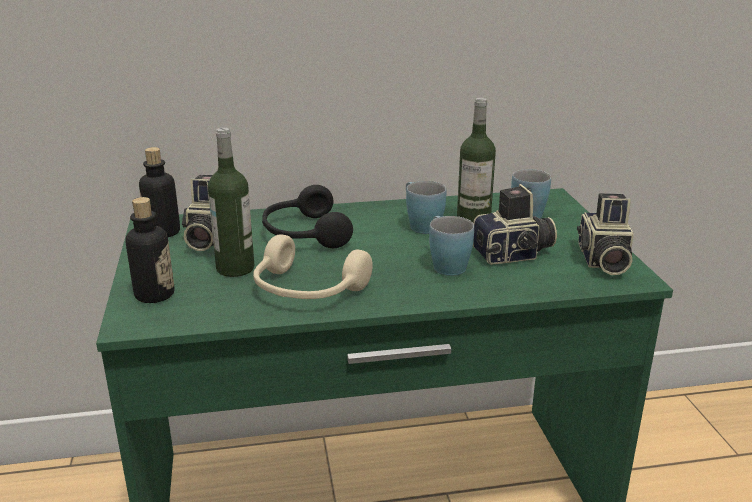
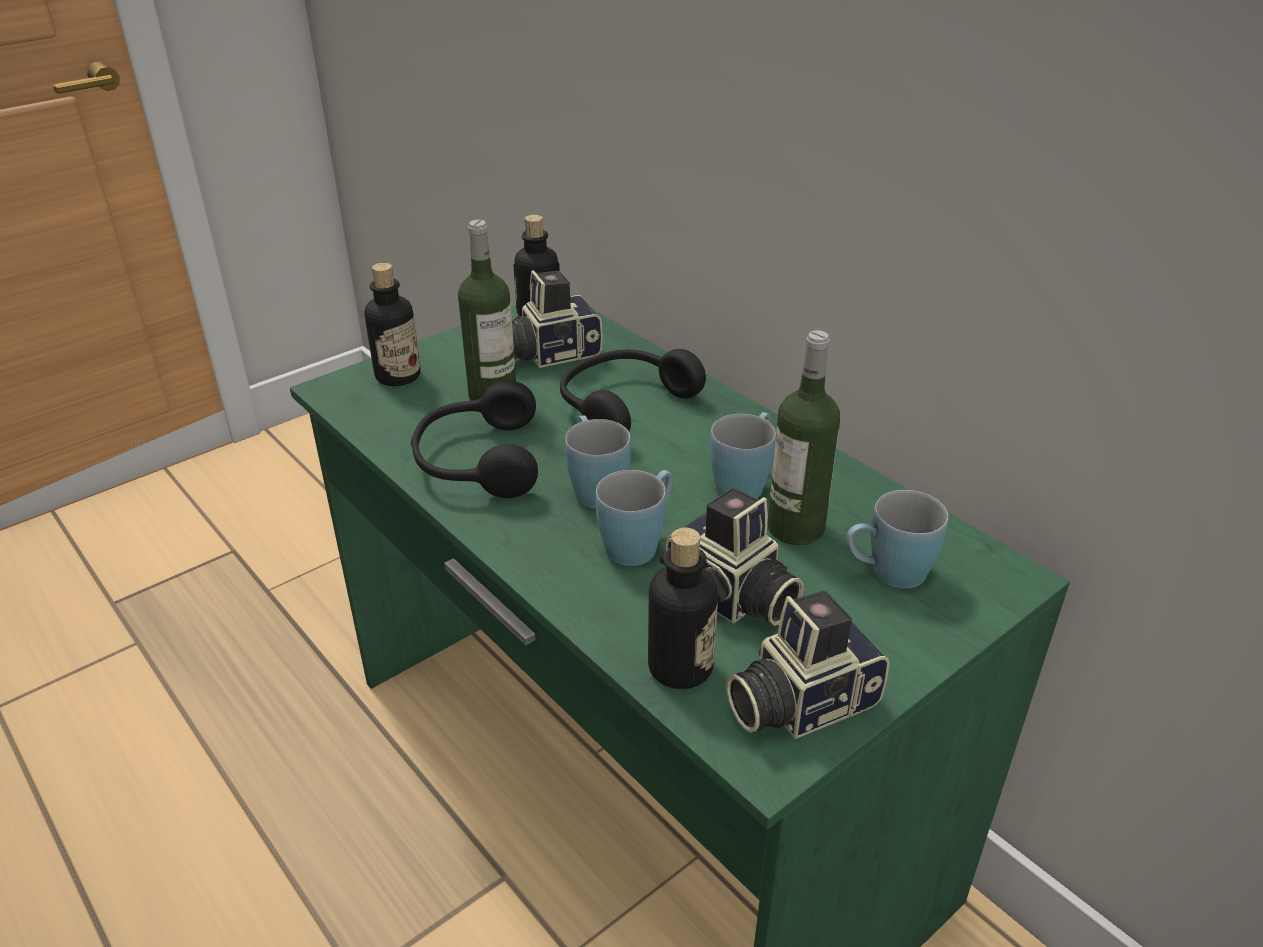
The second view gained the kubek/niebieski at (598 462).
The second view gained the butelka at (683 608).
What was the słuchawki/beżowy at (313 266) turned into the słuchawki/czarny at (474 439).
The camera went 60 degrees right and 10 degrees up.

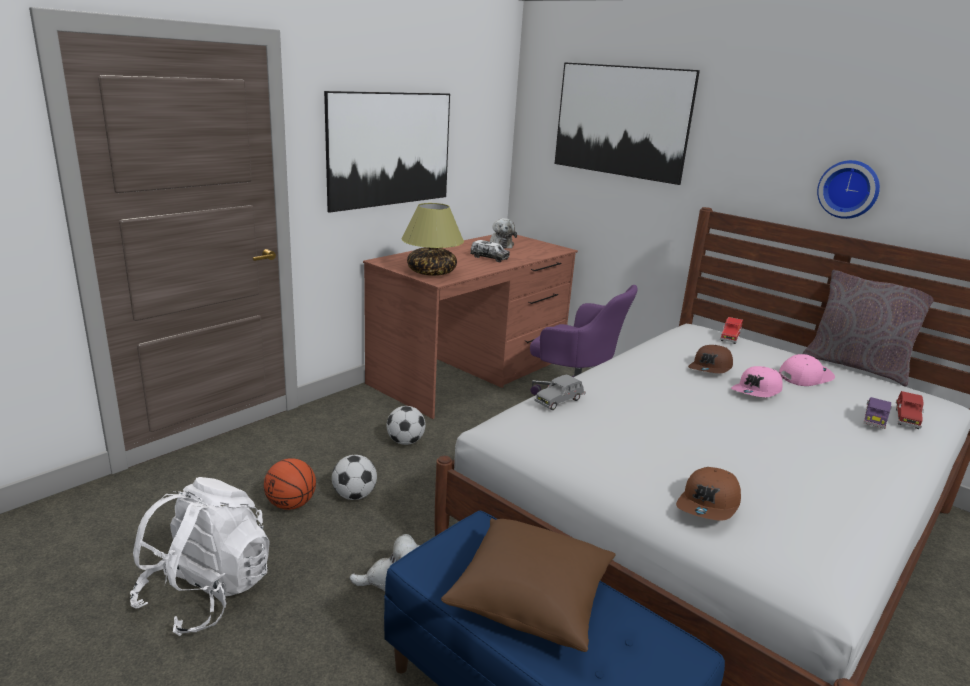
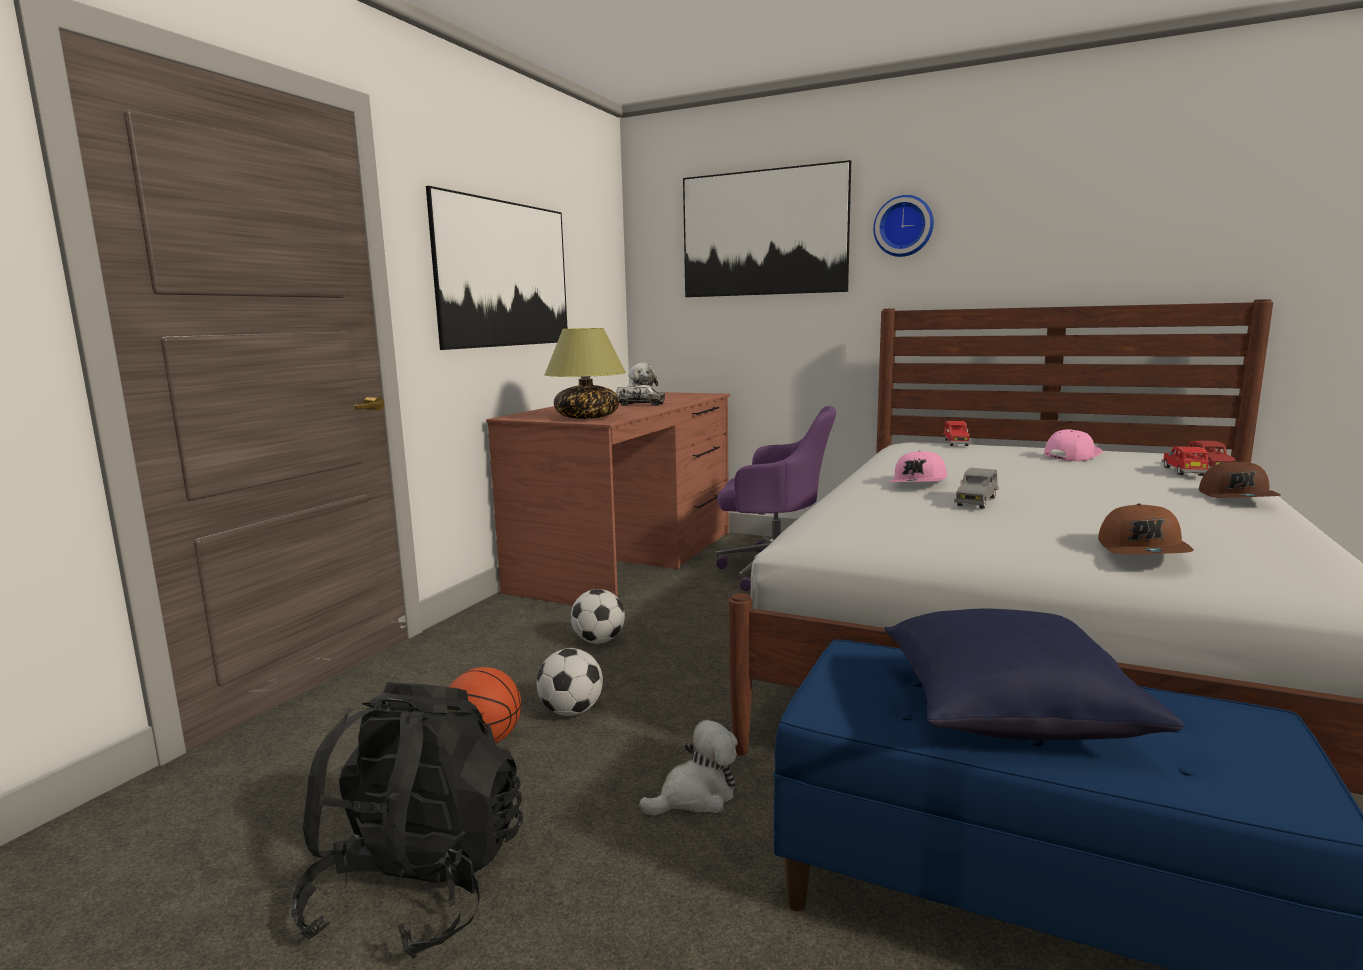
The second view lost the poduszka/szary at (868 328).
The samochodzik/szary ended up elsewhere, having gone from (560 392) to (976 488).
The czapka z daszkiem/brązowy ended up elsewhere, having gone from (710 359) to (1240 479).
The czapka z daszkiem/różowy ended up elsewhere, having gone from (757 381) to (918 466).
The zegar ścienny ended up elsewhere, having gone from (848 189) to (903 226).
What was the plecak/biały at (200 556) turned into the plecak/czarny at (407 820).
What was the poduszka/brązowy at (528 585) turned into the poduszka/niebieski at (1034 674).
What was the samochodzik/fioletowy at (878 413) turned into the samochodzik/czerwony at (1185 461).
The camera went 15 degrees left and 10 degrees down.

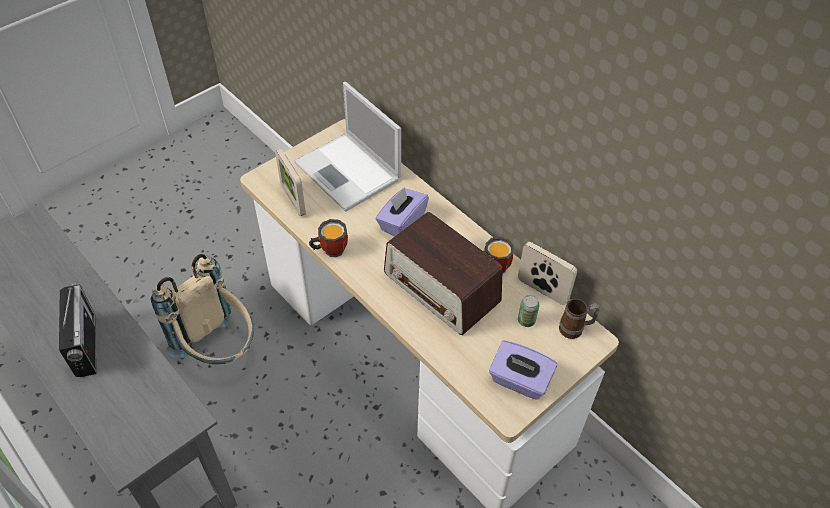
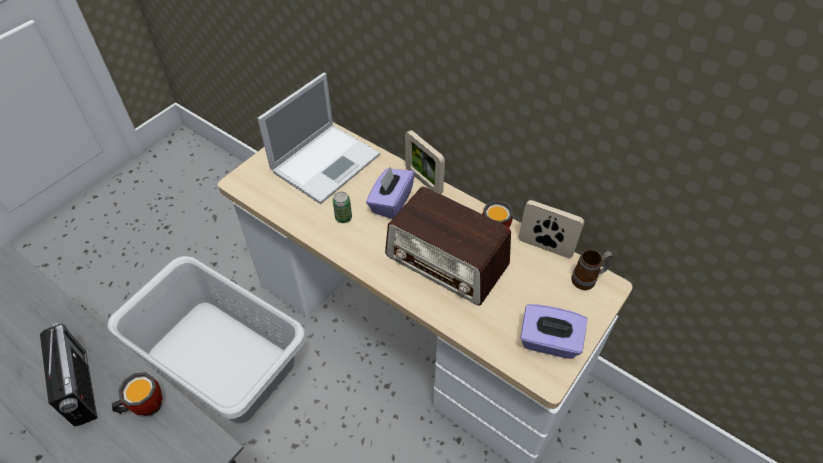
The ramka na zdjęcie ended up elsewhere, having gone from (290 182) to (425 162).
The kubek ended up elsewhere, having gone from (328 238) to (137 394).
The puszka ended up elsewhere, having gone from (529 311) to (342 207).
Where the plecak/beżowy stood at (202 309), the kosz na pranie/szary came to stand at (207 340).
The laptop at (347 147) ended up facing another way, 90 degrees counterclockwise from before.
The camera went 10 degrees left and 0 degrees up.

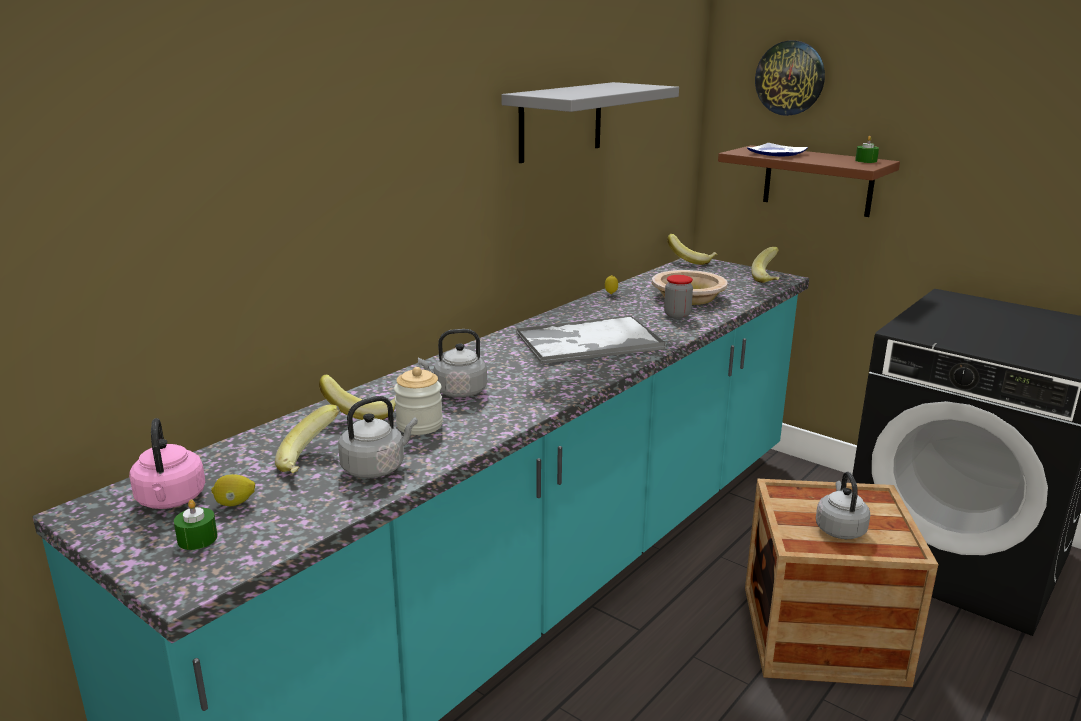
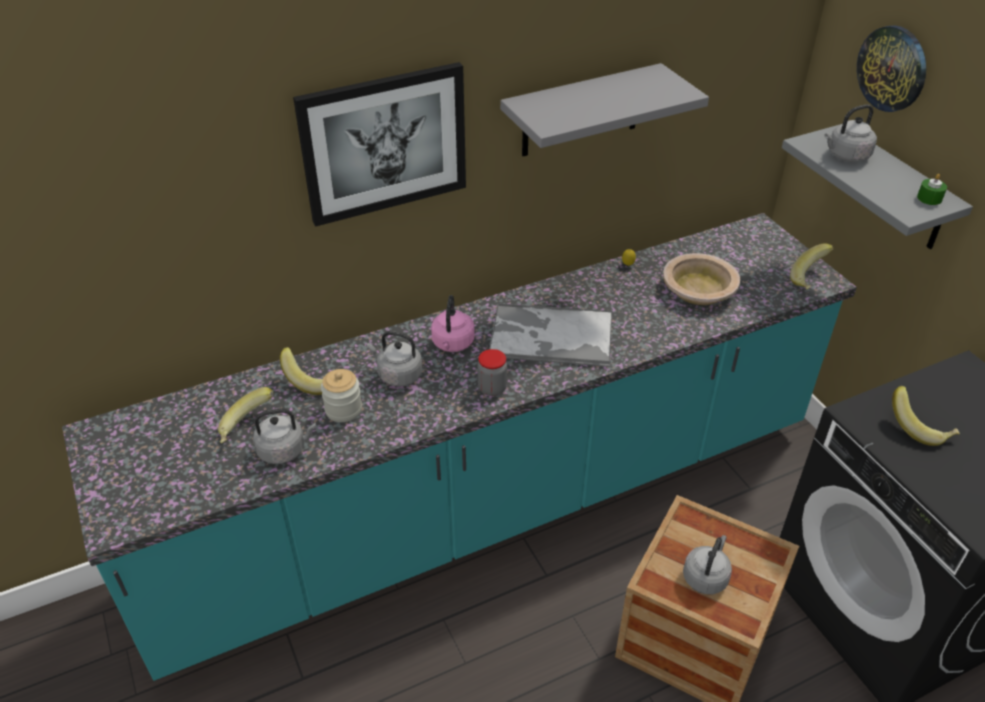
The second view lost the świeca/zielony at (196 524).
The second view lost the cytryna at (233 490).
The second view gained the obraz at (379 144).
The czajnik/różowy ended up elsewhere, having gone from (167 463) to (453 323).
The słoik ended up elsewhere, having gone from (678 297) to (492 372).
The banan ended up elsewhere, having gone from (692 249) to (926 416).
Where the talerz stood at (777 150), the czajnik/szary came to stand at (850 133).
What was the półka/brązowy at (809 181) turned into the półka/szary at (877 186).
The camera went 25 degrees right and 20 degrees up.

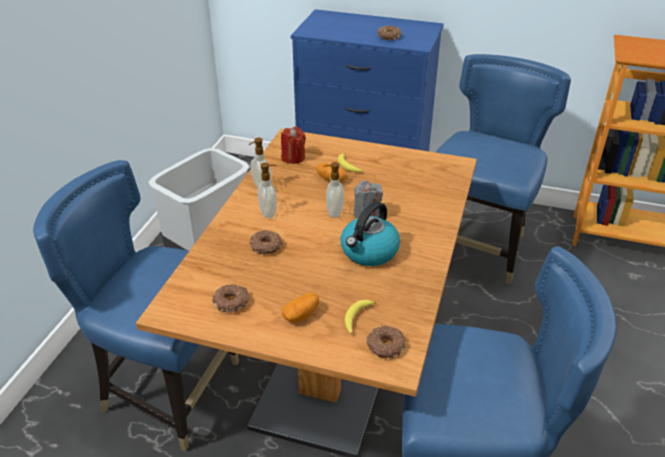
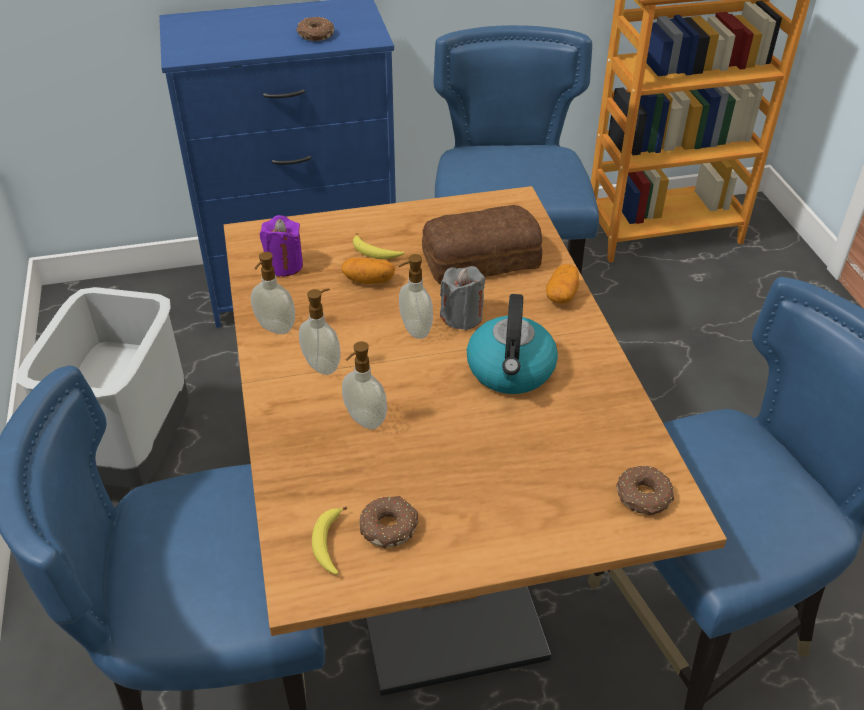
The second view gained the chleb at (482 244).
The ziemniak ended up elsewhere, having gone from (300 307) to (562 284).
The banan ended up elsewhere, having gone from (361 317) to (329 540).
Where the donut stood at (266 242), the dozownik mydła came to stand at (364 385).
What was the świeca/czerwony at (293 145) turned into the świeca/fioletowy at (281 246).
The camera went 30 degrees left and 5 degrees up.

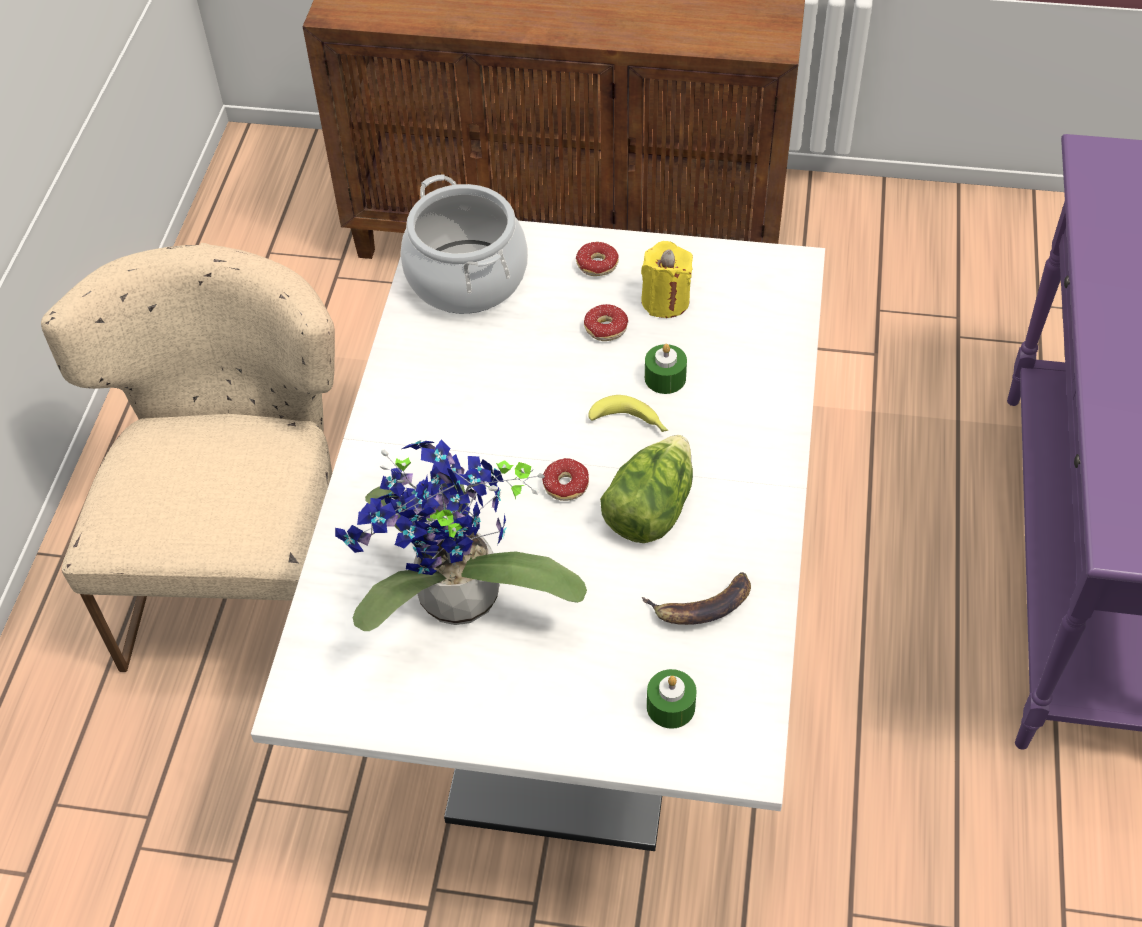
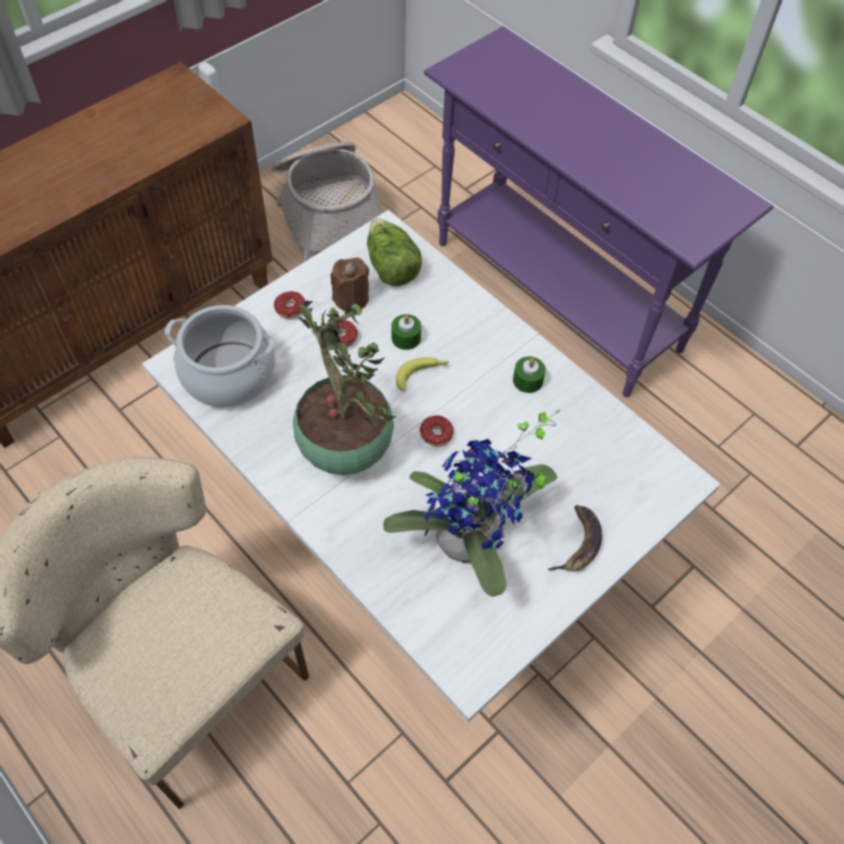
The second view gained the koszyk at (327 202).
The second view gained the roślina doniczkowa at (344 388).
The sałata ended up elsewhere, having gone from (646 489) to (394 252).
The banan ended up elsewhere, having gone from (696 598) to (575 538).
The świeca/zielony ended up elsewhere, having gone from (672 699) to (529 375).
What was the świeca/żółty at (667 279) turned into the świeca/brązowy at (350 284).
The camera went 55 degrees left and 5 degrees up.

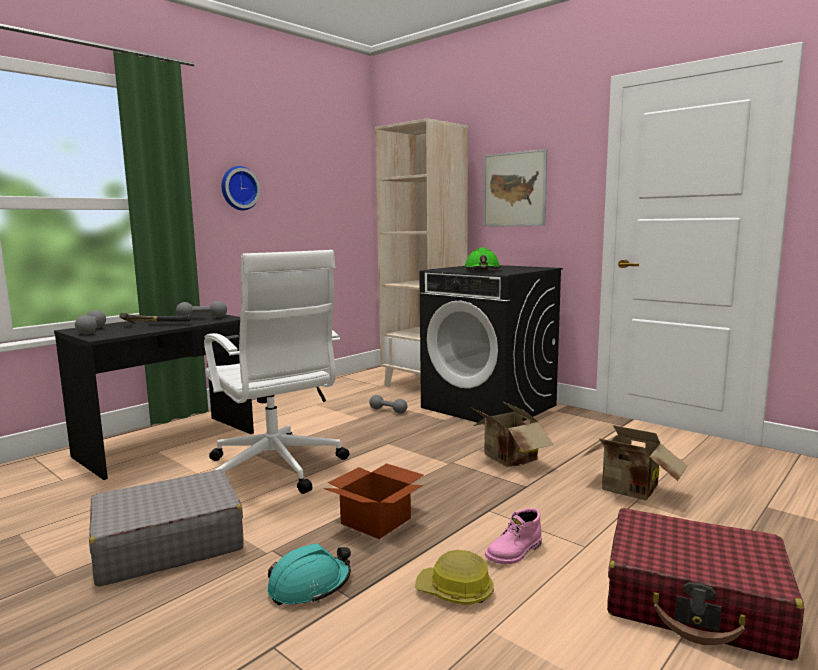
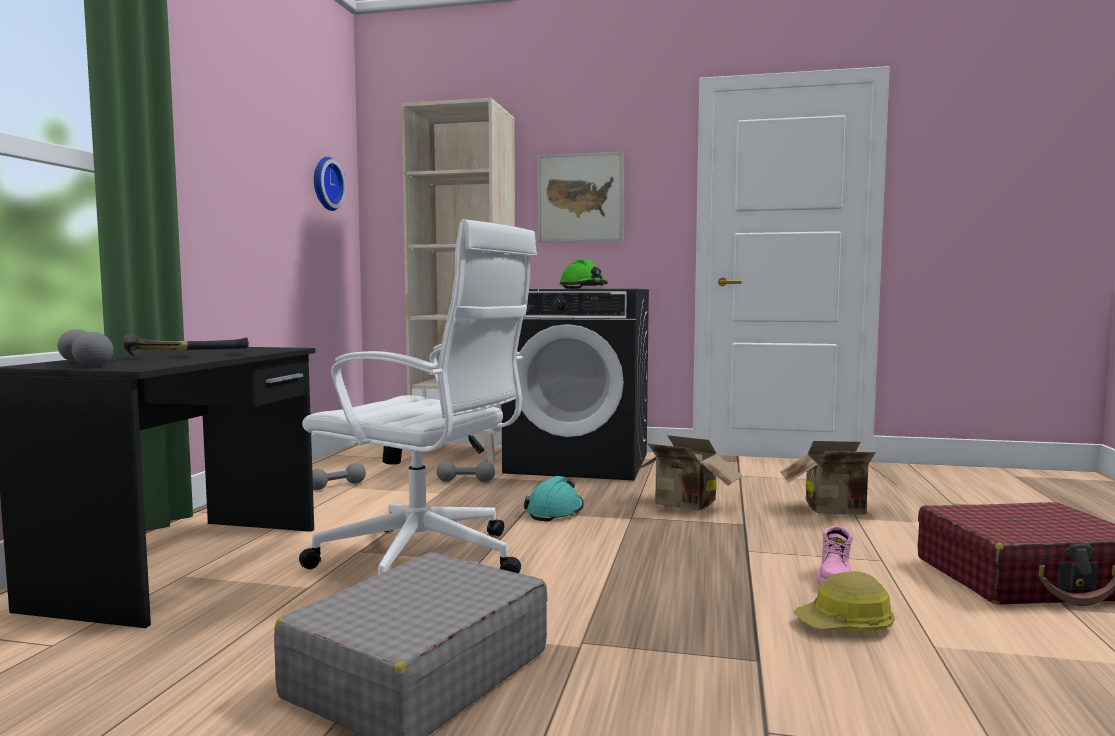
The second view lost the karton at (373 501).
The hantel/szary ended up elsewhere, having gone from (201 309) to (339 476).
The zegar ścienny ended up elsewhere, having gone from (240 188) to (330 184).
The kask/turkusowy ended up elsewhere, having gone from (309 574) to (554 498).
The camera went 30 degrees left and 5 degrees down.

